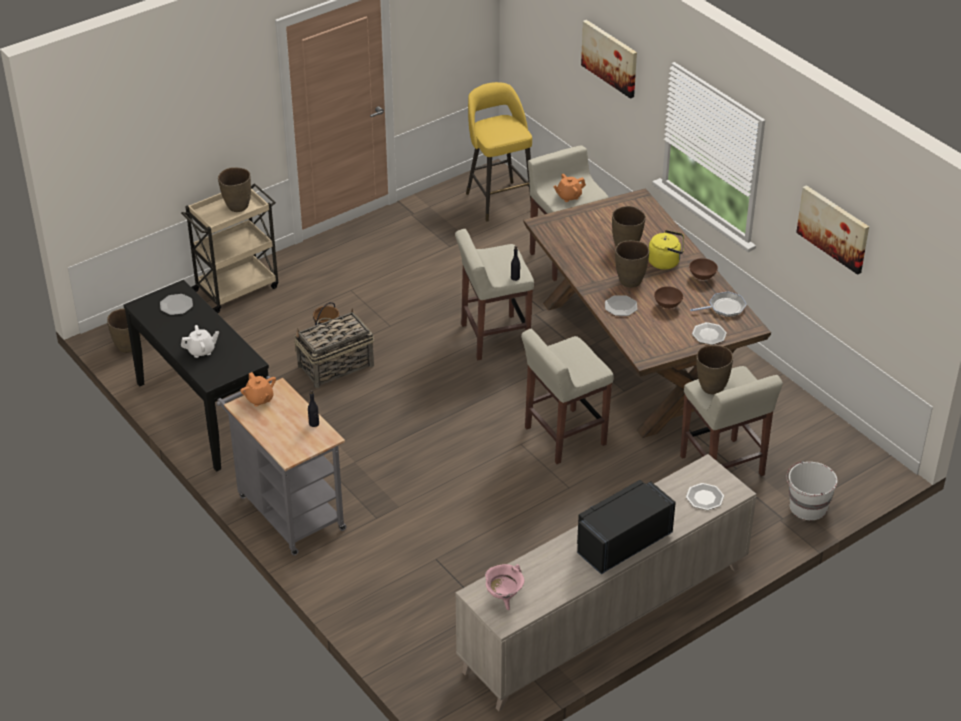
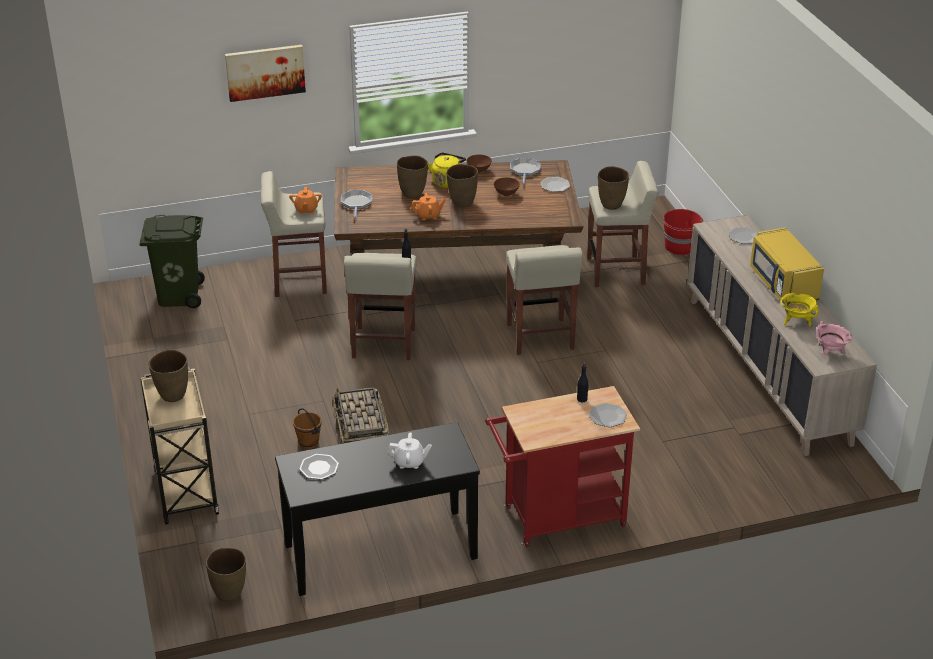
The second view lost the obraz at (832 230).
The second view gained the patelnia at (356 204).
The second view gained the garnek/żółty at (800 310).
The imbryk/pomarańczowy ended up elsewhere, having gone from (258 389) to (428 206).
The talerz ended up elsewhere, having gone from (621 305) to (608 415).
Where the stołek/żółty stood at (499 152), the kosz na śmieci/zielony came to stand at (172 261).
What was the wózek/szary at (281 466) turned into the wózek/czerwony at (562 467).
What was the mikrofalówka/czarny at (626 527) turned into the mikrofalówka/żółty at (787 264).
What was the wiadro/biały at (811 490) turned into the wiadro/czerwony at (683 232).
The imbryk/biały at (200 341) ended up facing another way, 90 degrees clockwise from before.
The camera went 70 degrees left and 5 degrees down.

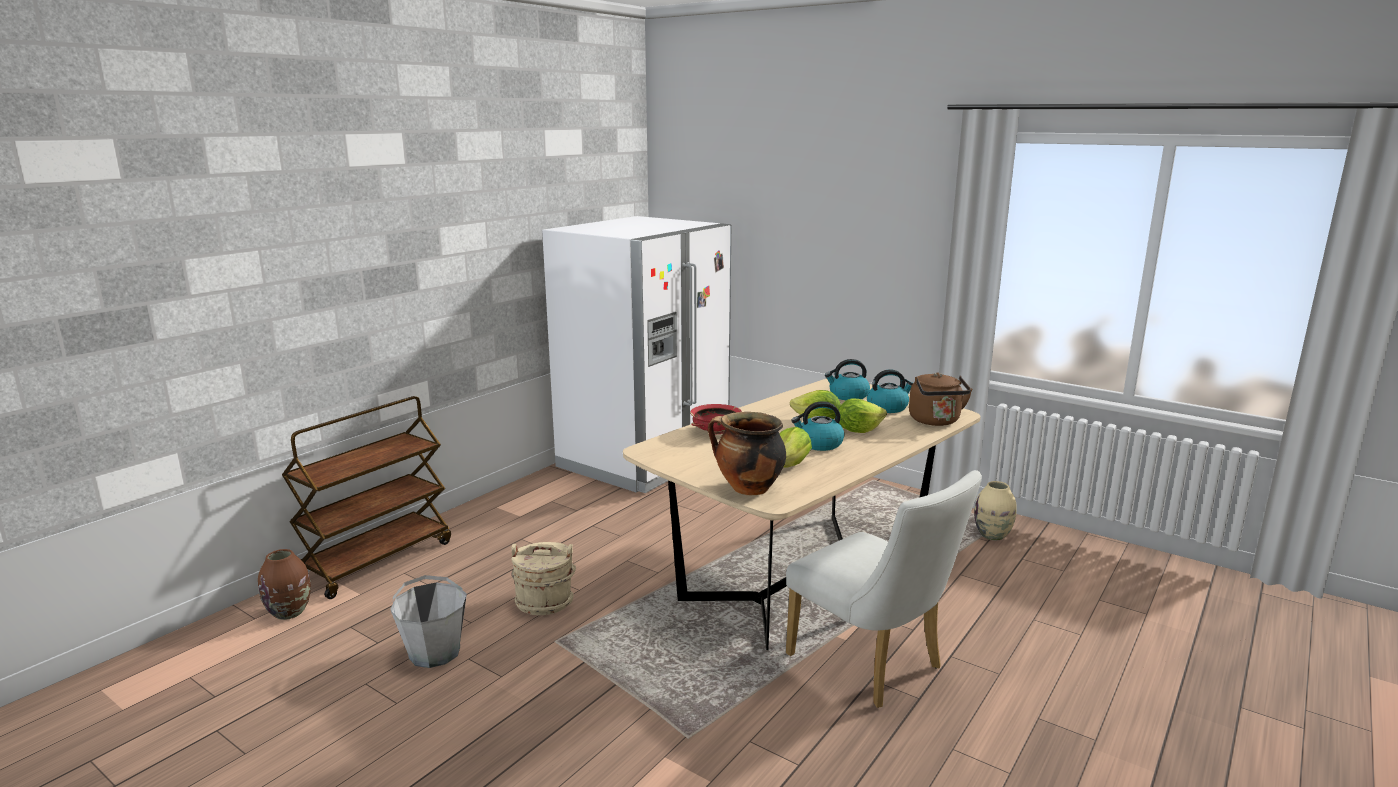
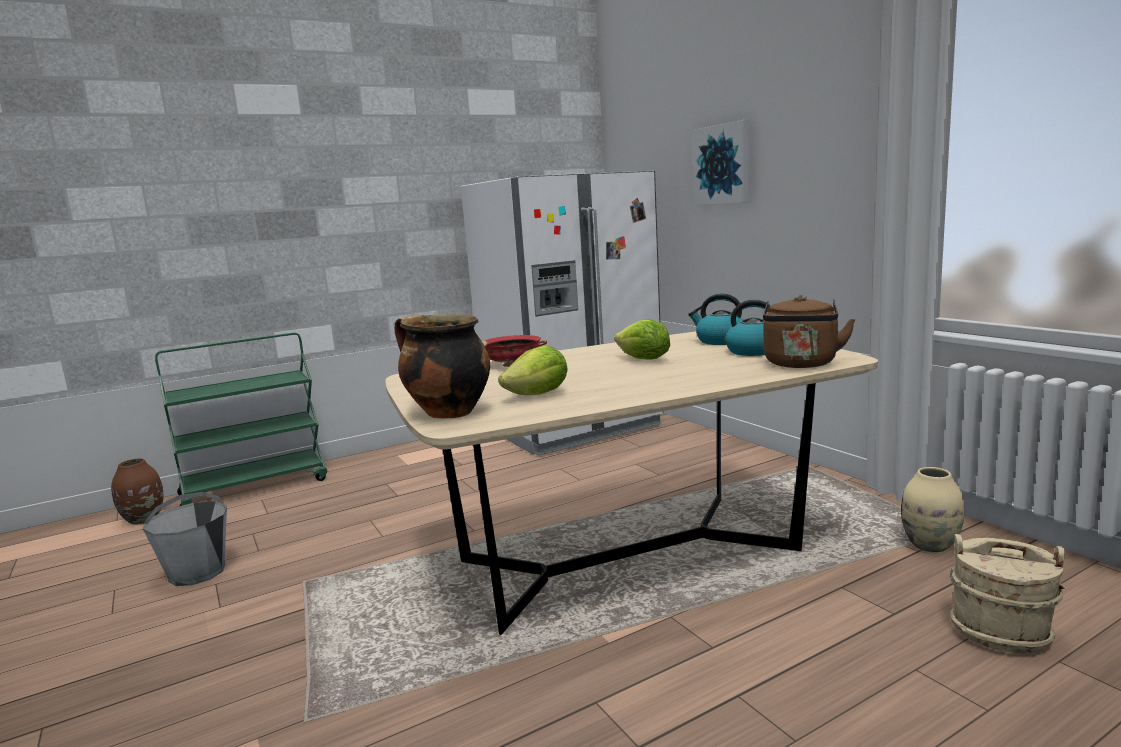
The second view lost the krzesło/biały at (884 589).
The second view lost the czajnik at (818 426).
The second view lost the sałata at (863 416).
The second view gained the obraz at (722 162).
The wiadro/beżowy ended up elsewhere, having gone from (543 578) to (1008 593).
What was the wózek/brązowy at (366 497) turned into the wózek/zielony at (241 419).
The camera went 25 degrees right and 5 degrees down.

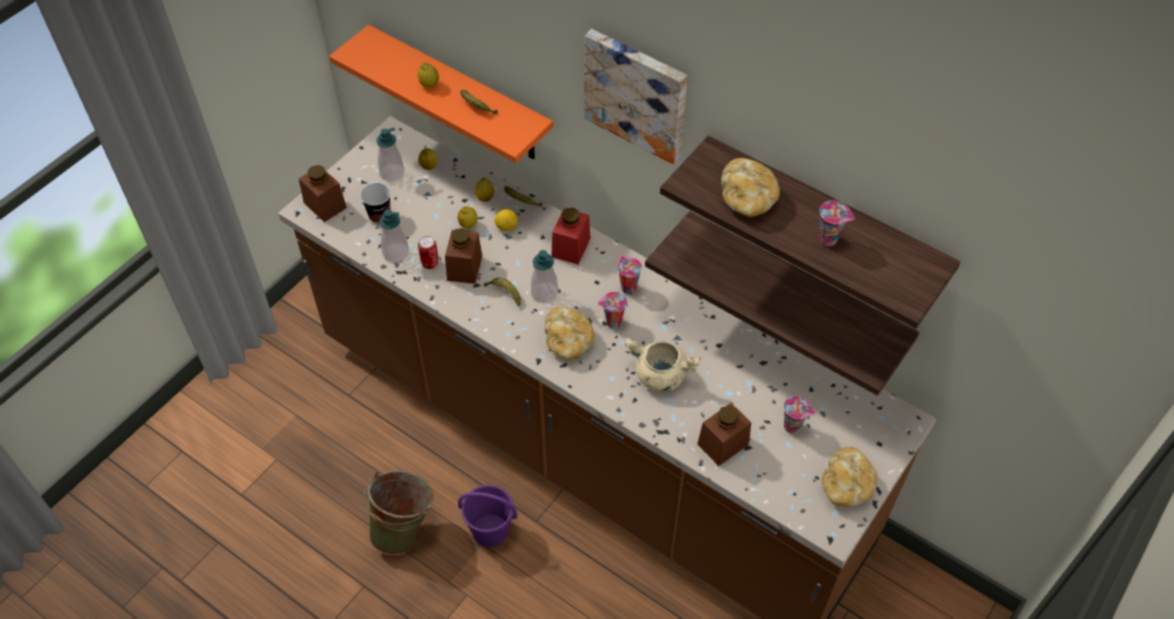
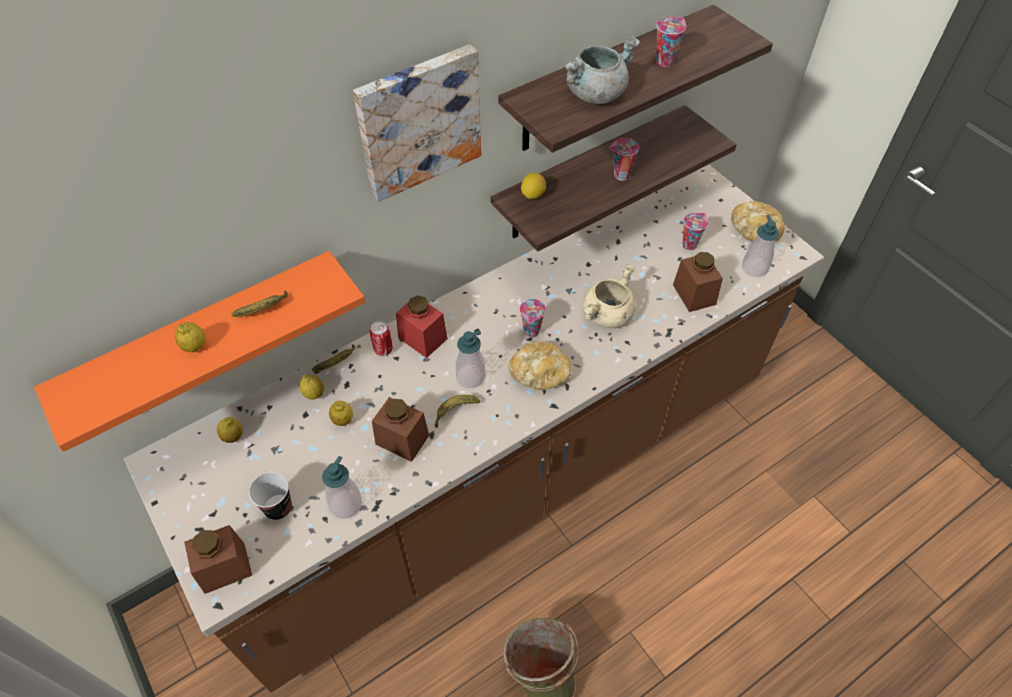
The second view lost the wiadro/fioletowy at (487 516).
The dozownik mydła ended up elsewhere, having gone from (390 154) to (760 246).
The puszka ended up elsewhere, having gone from (428 252) to (381 338).
The cytryna ended up elsewhere, having gone from (506 220) to (533 185).
The filiżanka ended up elsewhere, having gone from (629 274) to (623 159).
Where the chleb stood at (750 187), the garnek/szary came to stand at (602 70).
The camera went 70 degrees left and 0 degrees up.

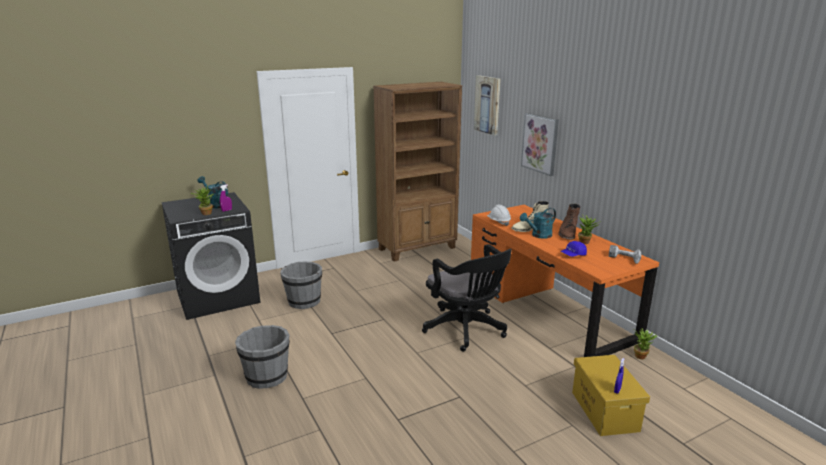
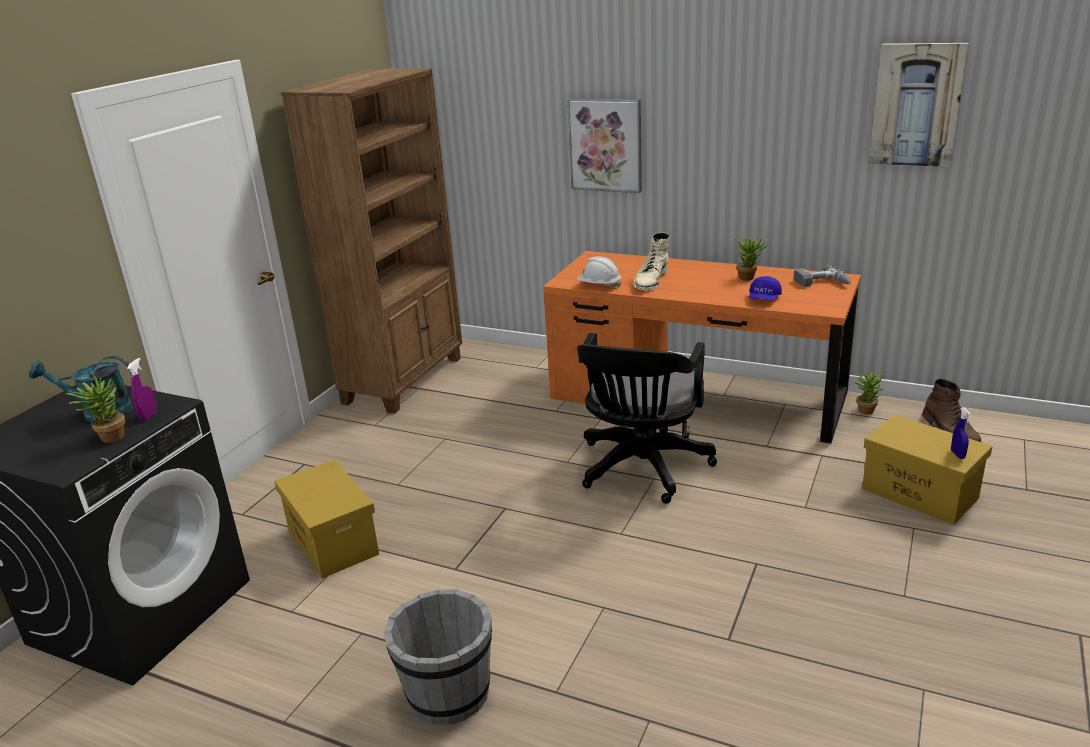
The second view lost the konewka/turkusowy at (538 223).
The obraz ended up elsewhere, having gone from (487 105) to (918 105).
The but z cholewką/brązowy ended up elsewhere, having gone from (569 222) to (952 410).
Where the wiadro/szary stood at (301 285), the pojemnik do przechowywania/żółty came to stand at (326 519).
The krzesło biurowe/czarny at (467 298) ended up facing another way, 90 degrees clockwise from before.
The camera went 35 degrees left and 5 degrees up.

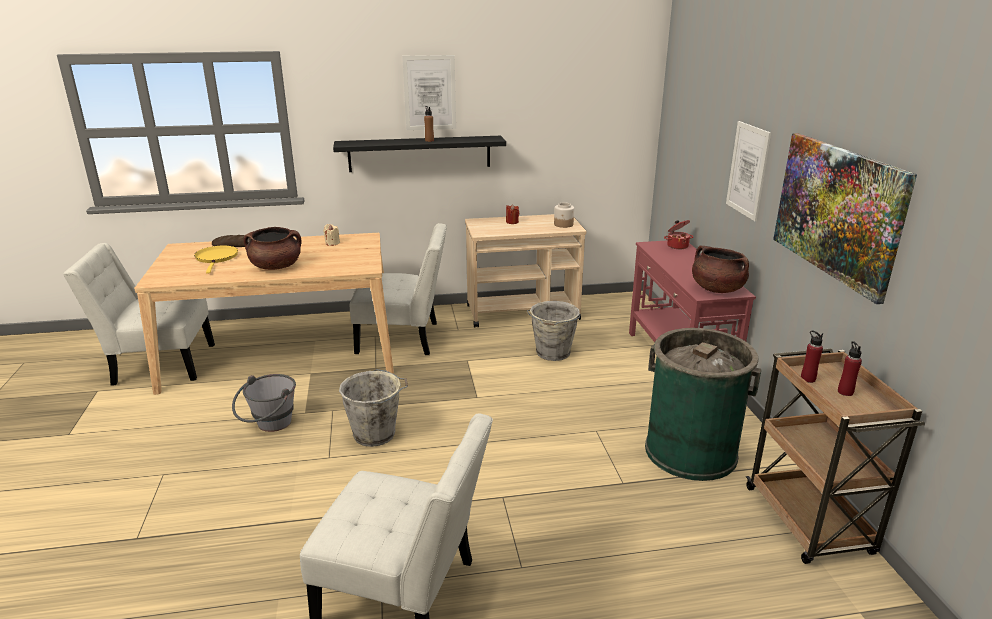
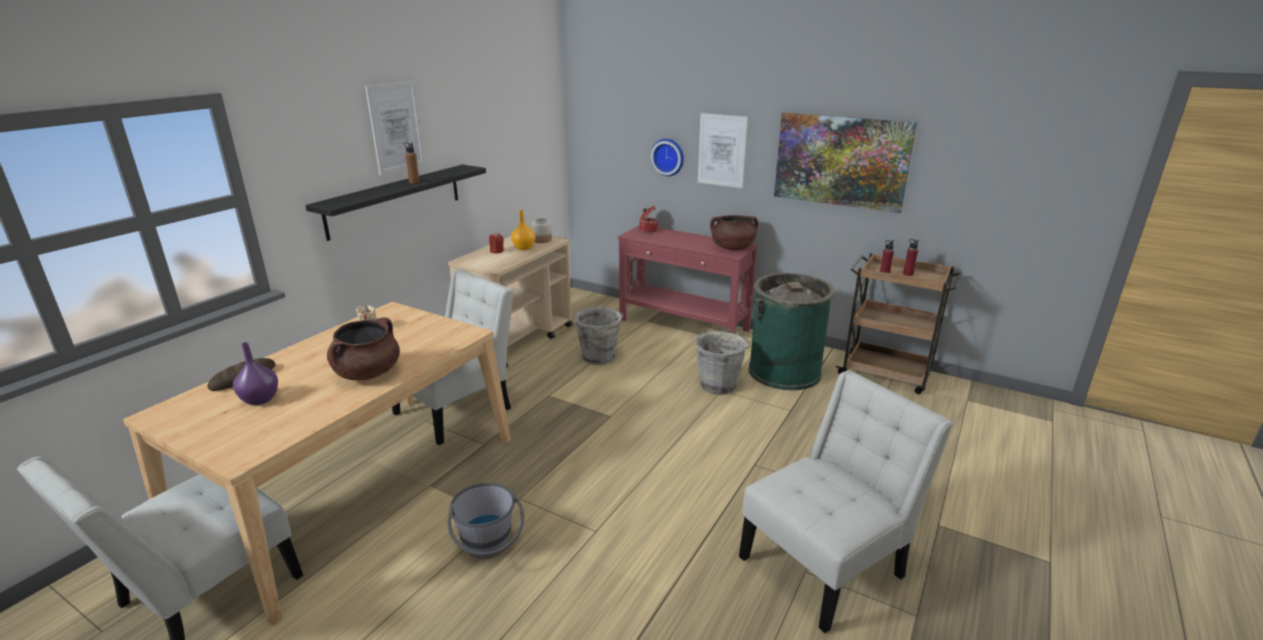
The second view gained the wazon/pomarańczowy at (523 230).
The second view gained the zegar ścienny at (667 157).
The wiadro/szary ended up elsewhere, having gone from (373 408) to (723 362).
Where the patelnia/żółty stood at (216 259), the wazon/fioletowy came to stand at (255 373).
The camera went 50 degrees left and 0 degrees up.

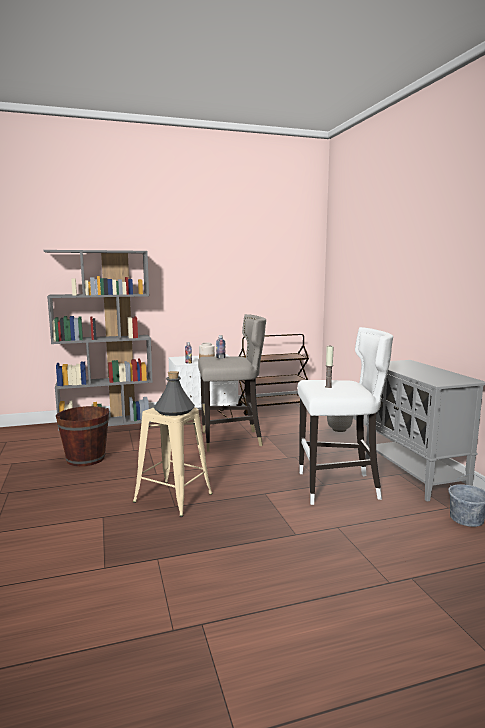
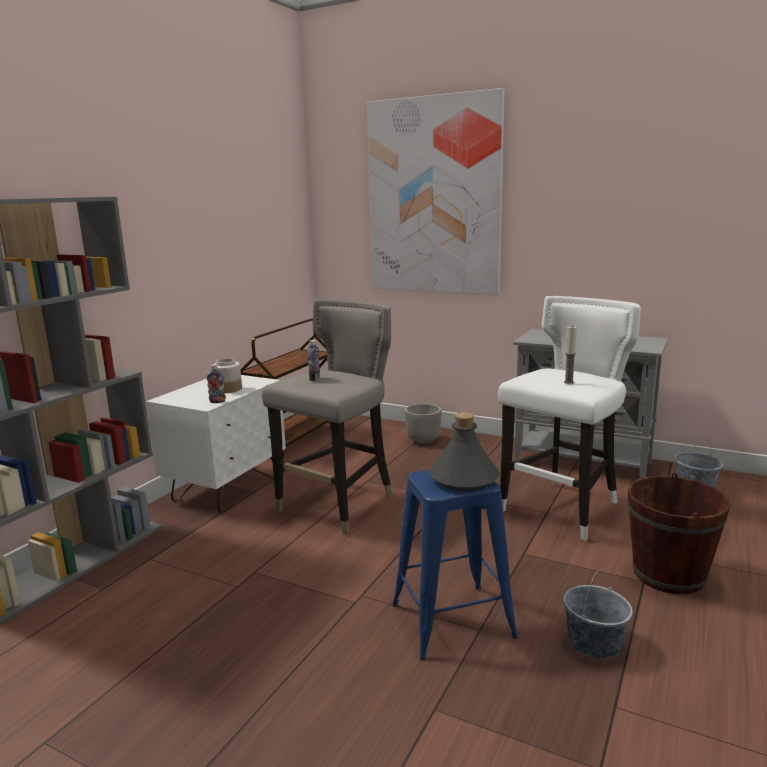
The second view gained the obraz at (436 191).
The second view gained the wiadro/szary at (598 614).
The wiadro/brązowy ended up elsewhere, having gone from (82 436) to (679 533).
What was the stołek/beżowy at (173 462) turned into the stołek/niebieski at (455 564).
The camera went 45 degrees left and 5 degrees up.

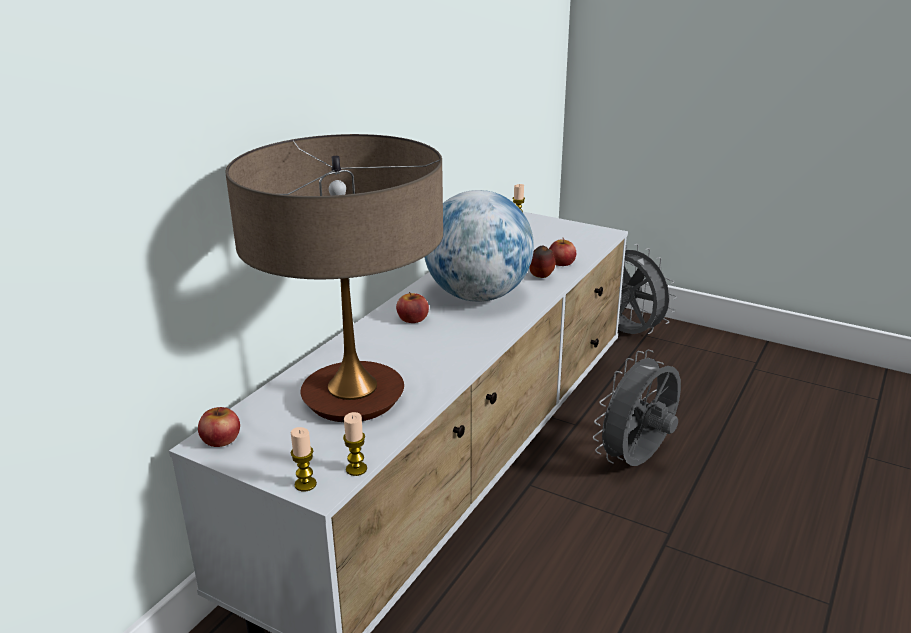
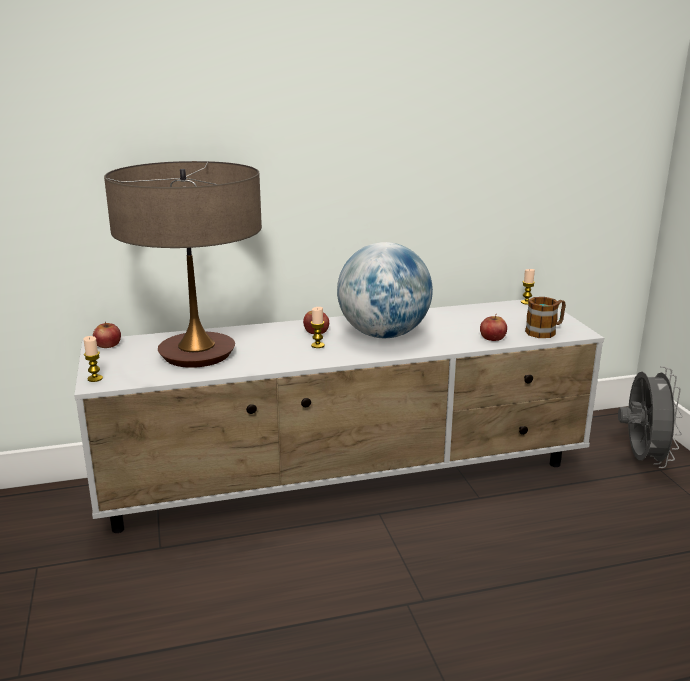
The second view lost the jabłko at (542 261).
The second view lost the wentylator/szary at (637 408).
The second view gained the kubek at (545 317).
The świeca ended up elsewhere, having gone from (355 444) to (318 327).
The camera went 45 degrees right and 5 degrees down.

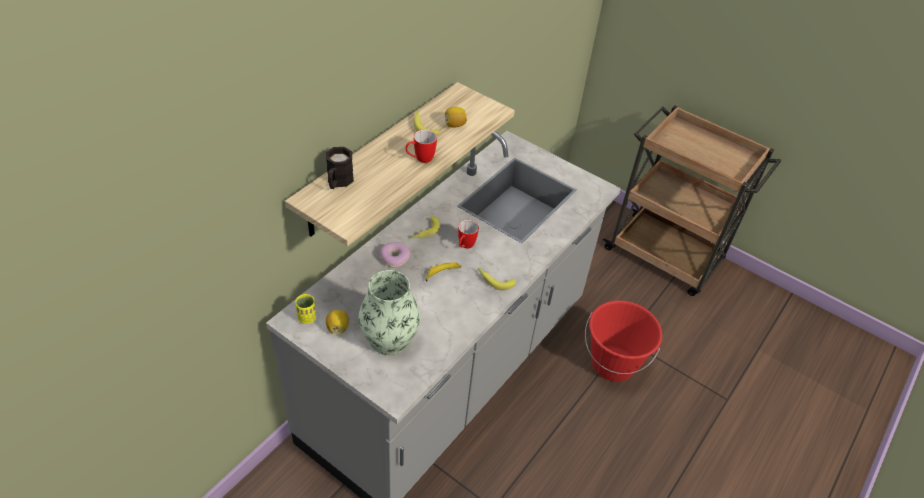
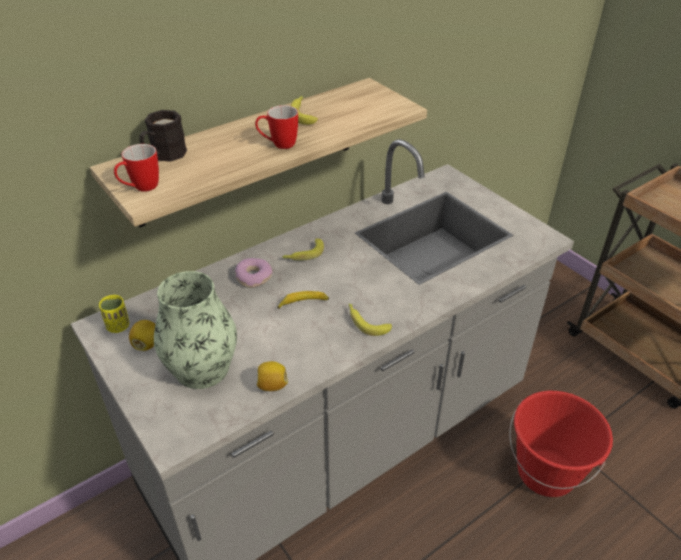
The cytryna ended up elsewhere, having gone from (456 117) to (272 376).
The kubek ended up elsewhere, having gone from (468 234) to (136 168).
The camera went 20 degrees right and 5 degrees down.

